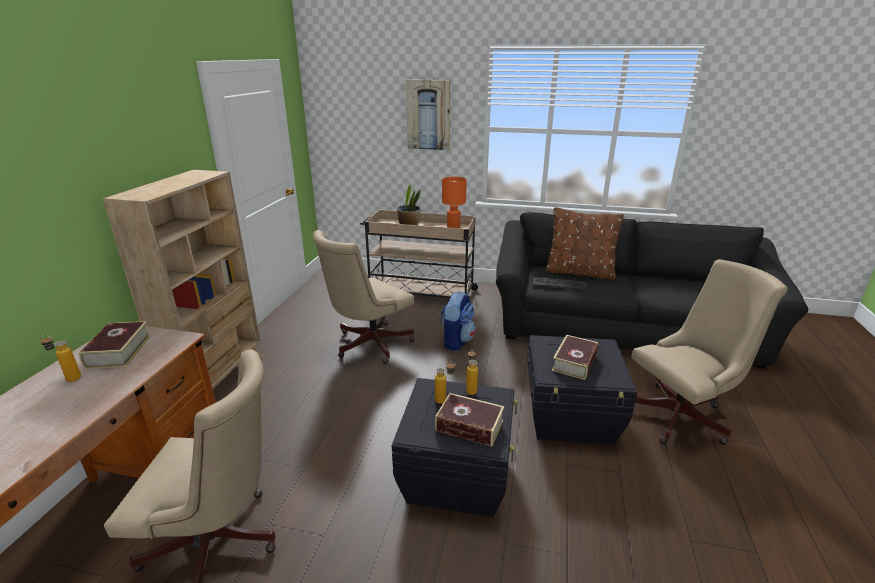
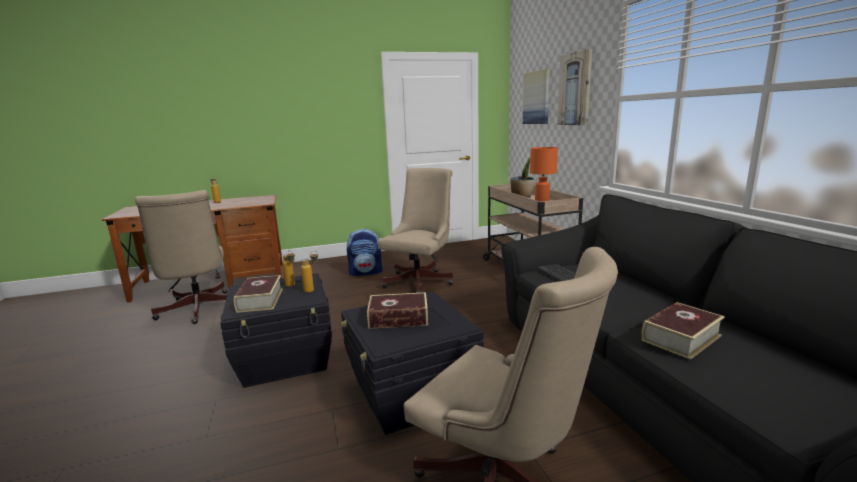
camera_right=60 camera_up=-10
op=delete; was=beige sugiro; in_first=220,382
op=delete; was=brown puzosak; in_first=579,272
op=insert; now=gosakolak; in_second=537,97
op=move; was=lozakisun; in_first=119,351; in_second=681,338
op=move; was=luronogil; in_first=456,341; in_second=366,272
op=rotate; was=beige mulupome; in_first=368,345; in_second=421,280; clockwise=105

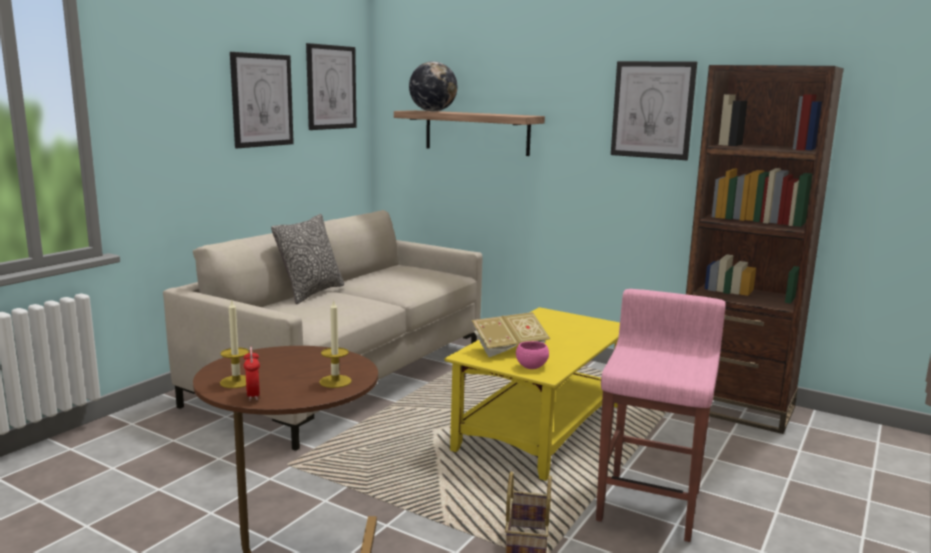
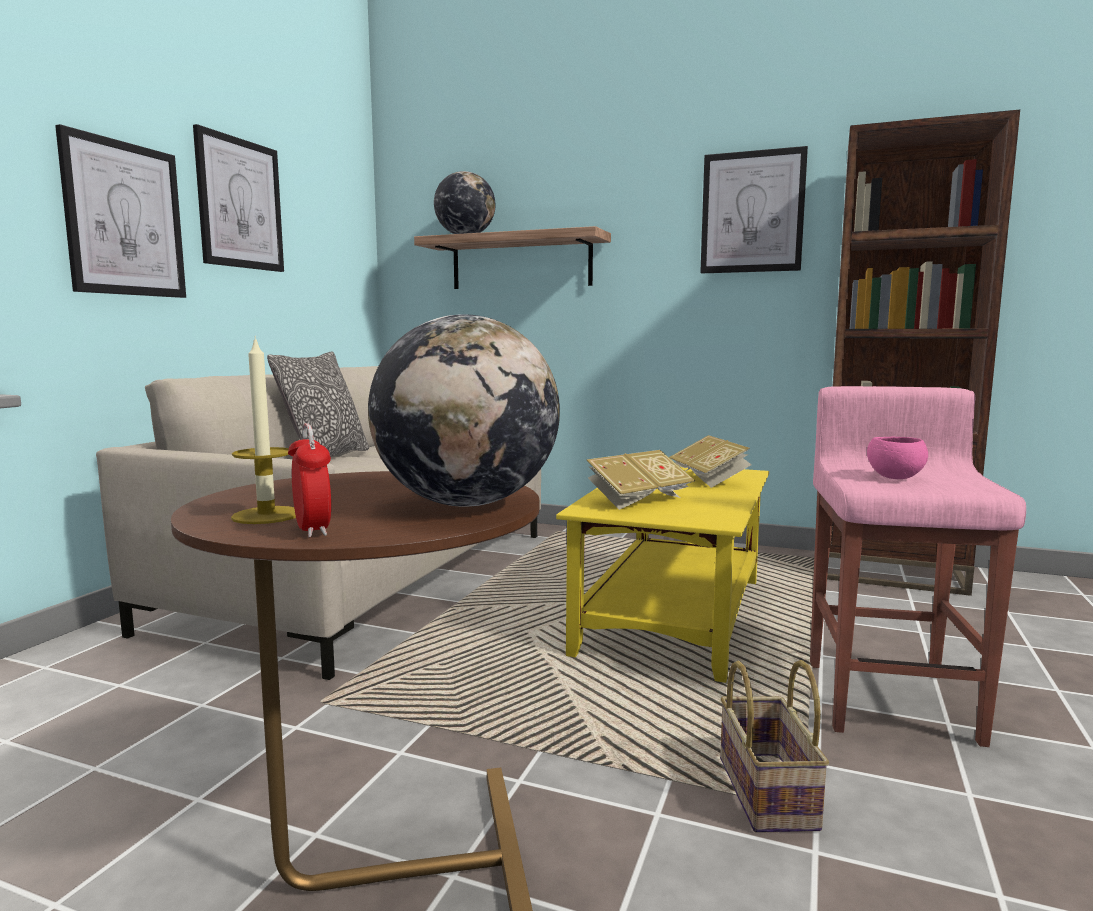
camera_right=-10 camera_up=-5
op=insert; now=lozakisun; in_second=709,479
op=move; was=gosakolak; in_first=331,87; in_second=124,219
op=move; was=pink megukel; in_first=531,367; in_second=895,477
op=replace; was=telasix; now=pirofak; in_first=335,381; in_second=467,504

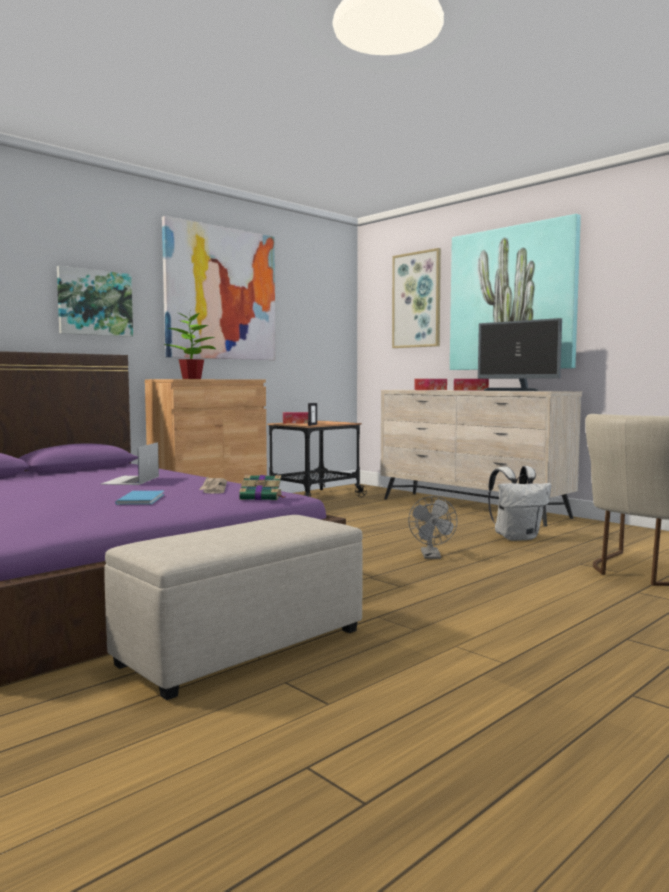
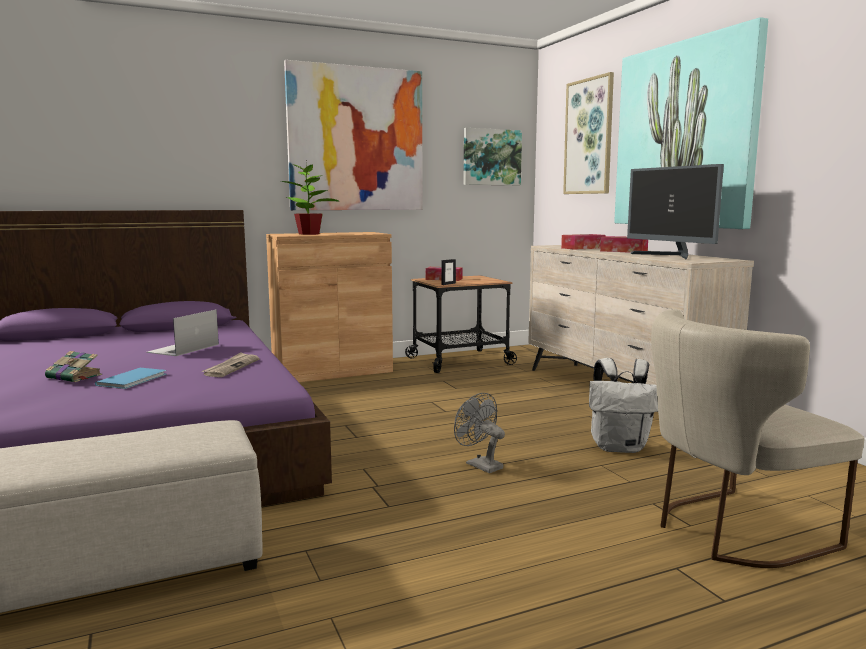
camera_right=20 camera_up=5
op=move; was=gosakolak; in_first=94,303; in_second=491,157
op=move; was=lozakisun; in_first=262,497; in_second=75,376
op=rotate; was=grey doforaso; in_first=432,556; in_second=479,465; clockwise=120

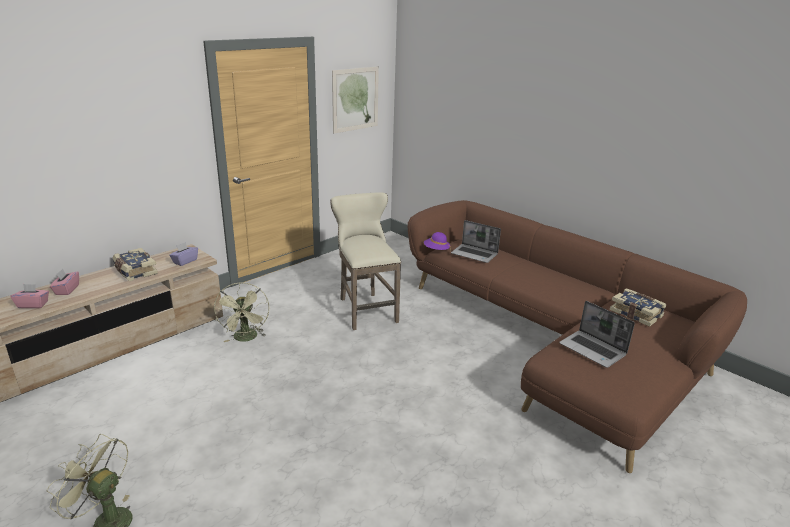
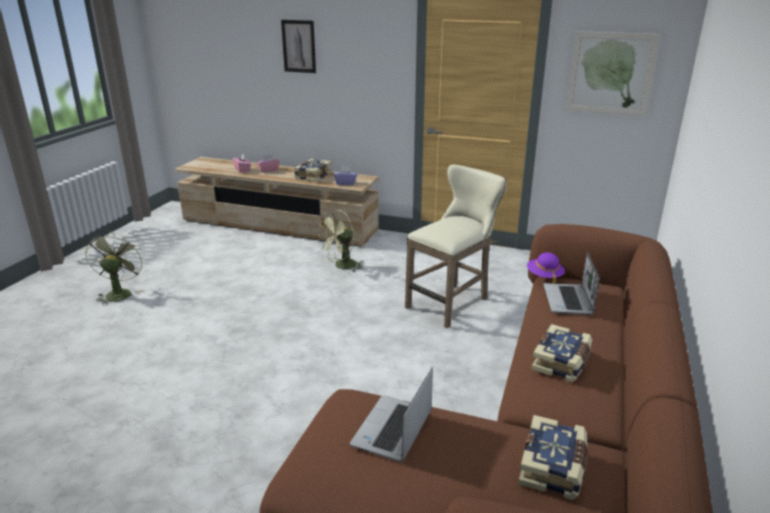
camera_right=65 camera_up=0
op=insert; now=gosakolak; in_second=299,46
op=insert; now=lozakisun; in_second=562,362

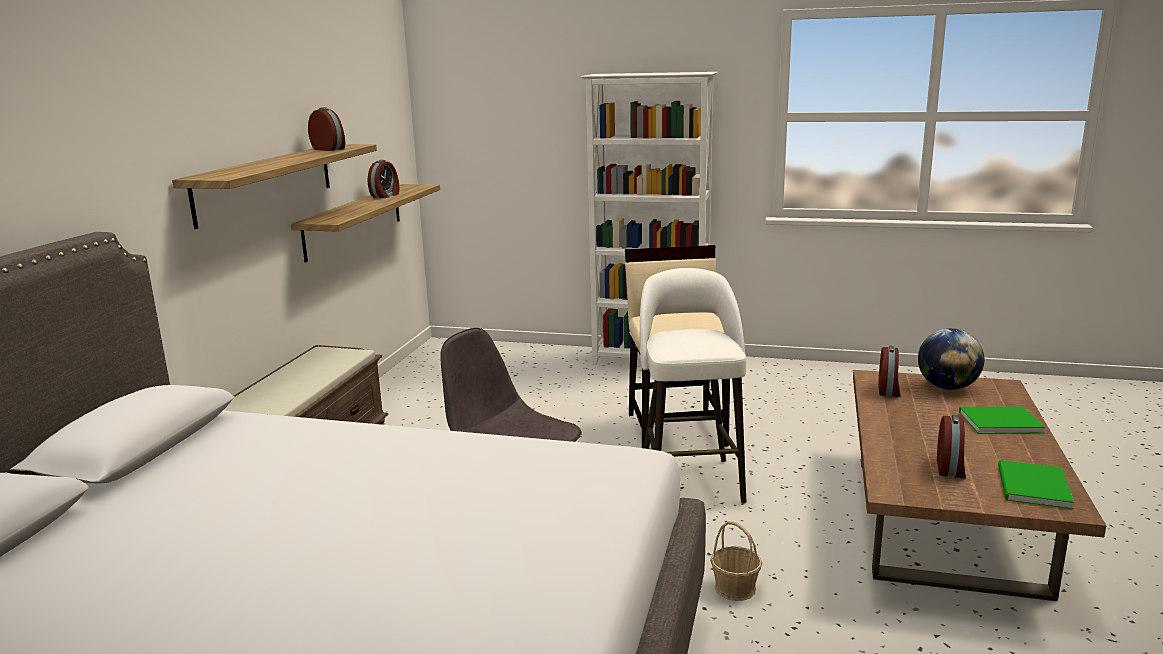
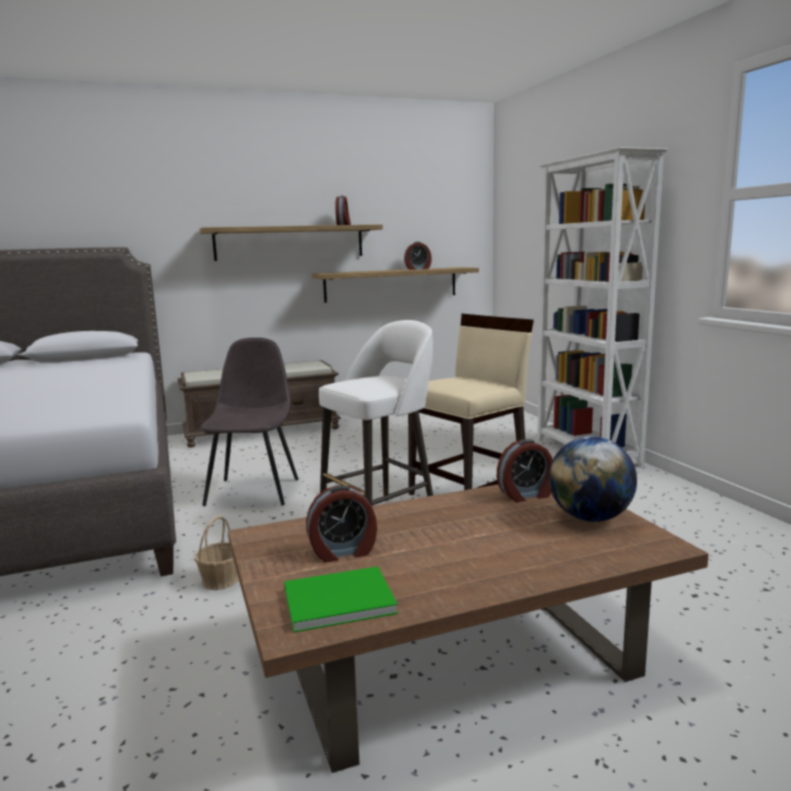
camera_right=55 camera_up=-5
op=delete; was=green lozakisun; in_first=997,421

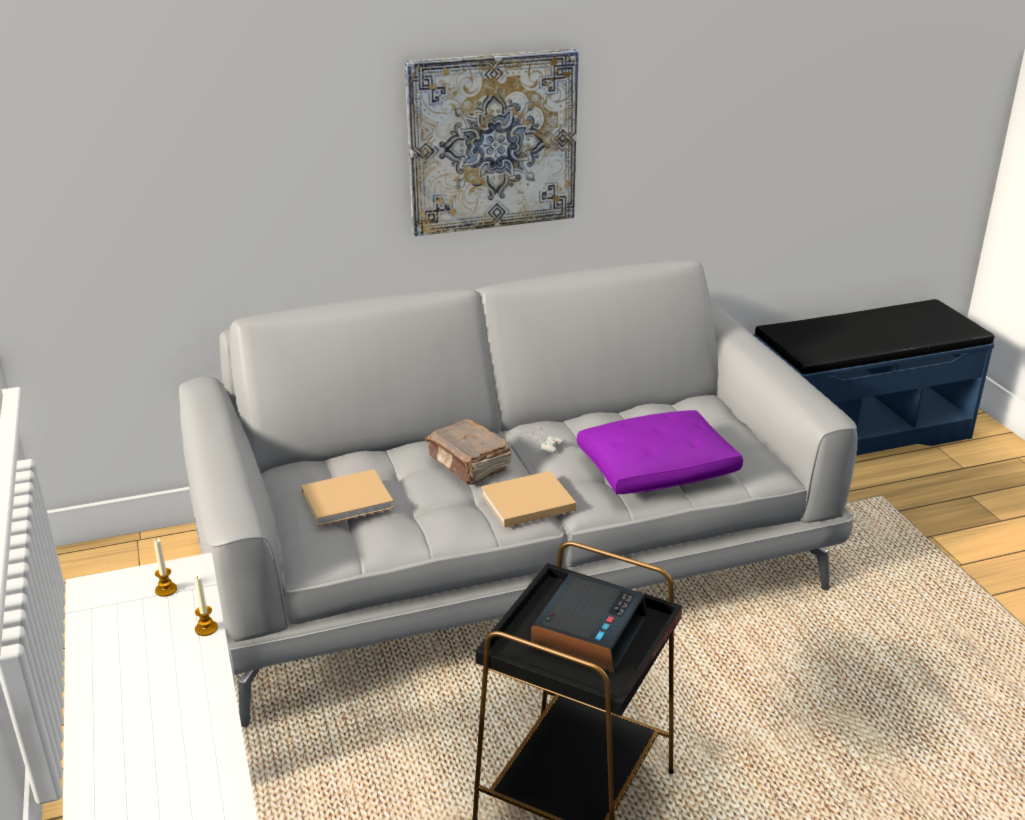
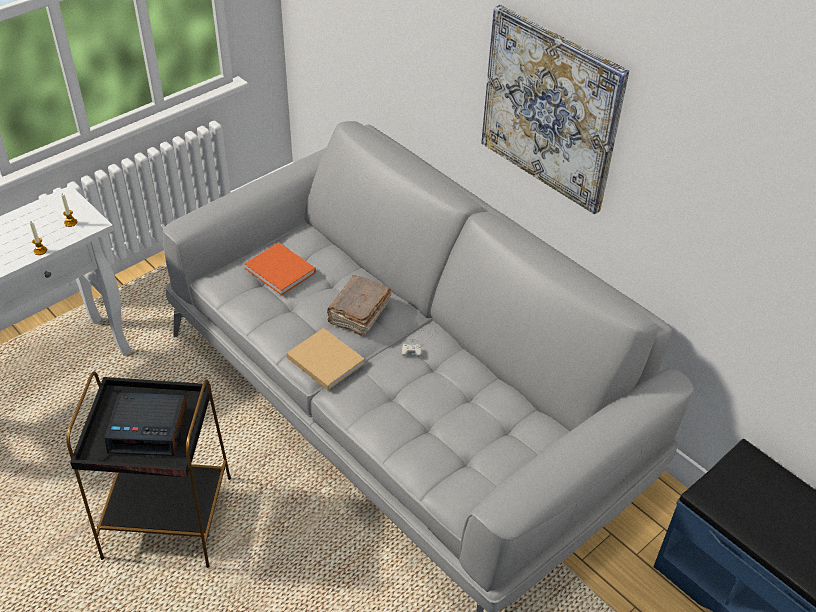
camera_right=65 camera_up=15
op=delete; was=purple puzosak; in_first=658,469
op=recolor; was=beige lozakisun; now=orange lozakisun; in_first=350,500; in_second=281,271

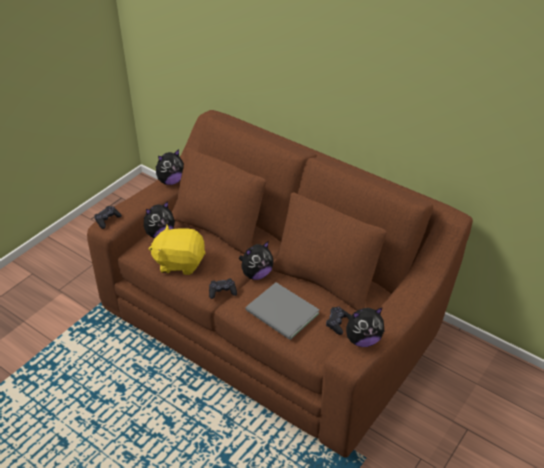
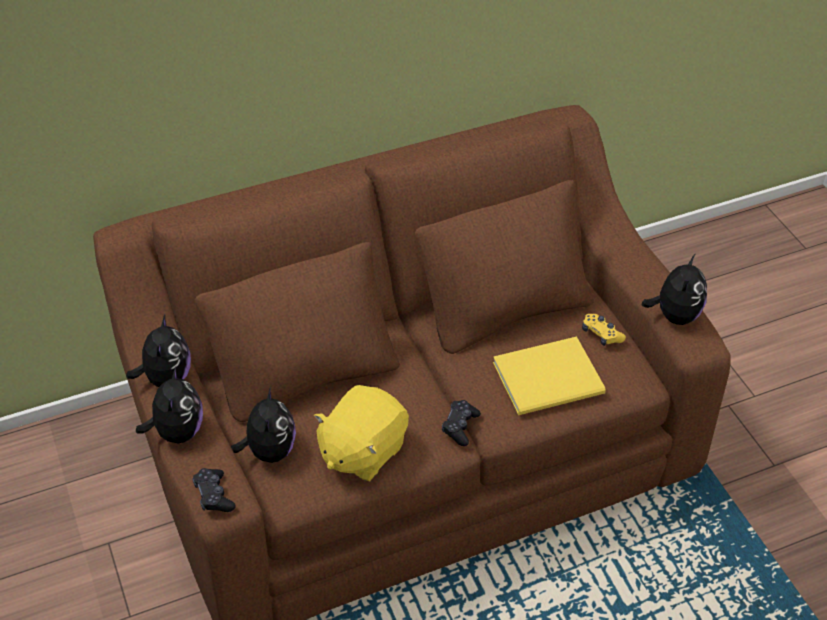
camera_right=-60 camera_up=5
op=move; was=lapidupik; in_first=256,274; in_second=177,431
op=recolor; was=grey lozakisun; now=yellow lozakisun; in_first=282,314; in_second=551,379
op=recolor; was=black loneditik; now=yellow loneditik; in_first=336,323; in_second=601,334

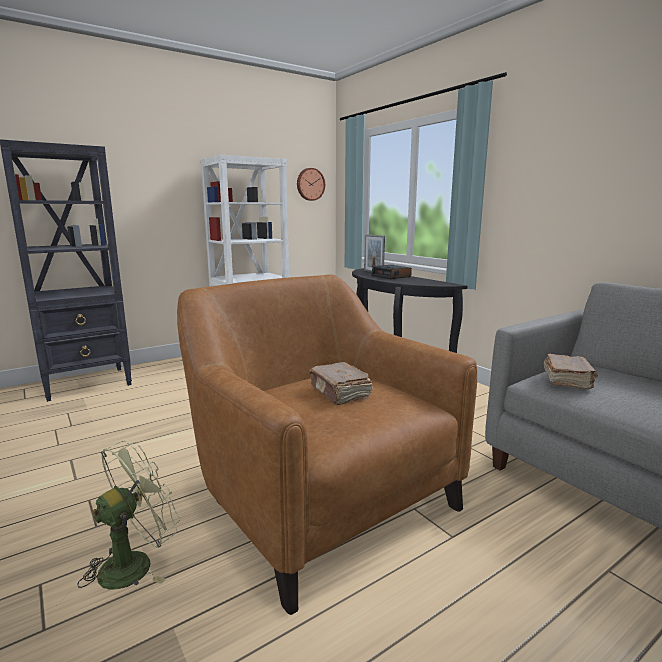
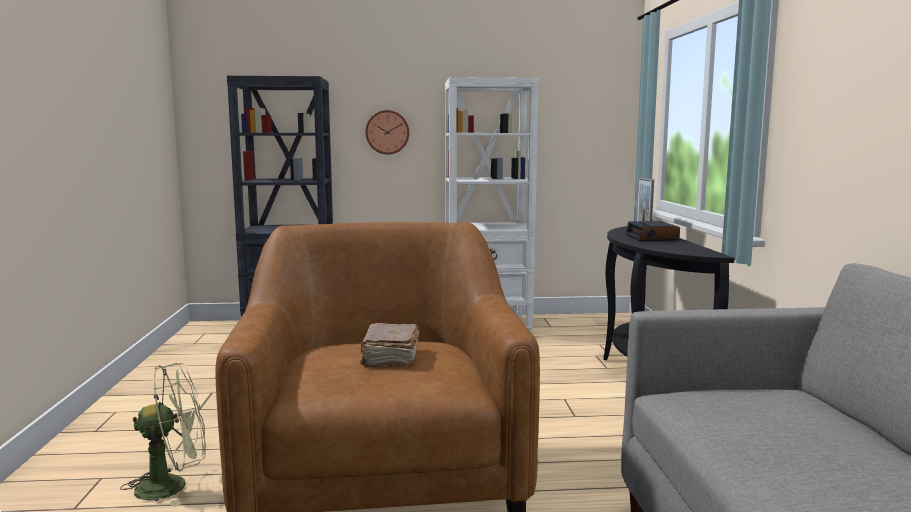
camera_right=30 camera_up=-5
op=delete; was=brown lozakisun; in_first=567,381
op=move; was=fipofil; in_first=310,184; in_second=387,132

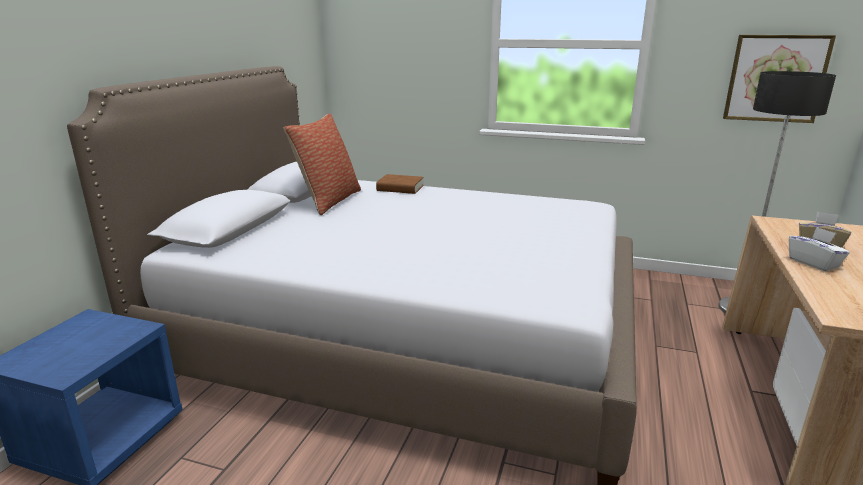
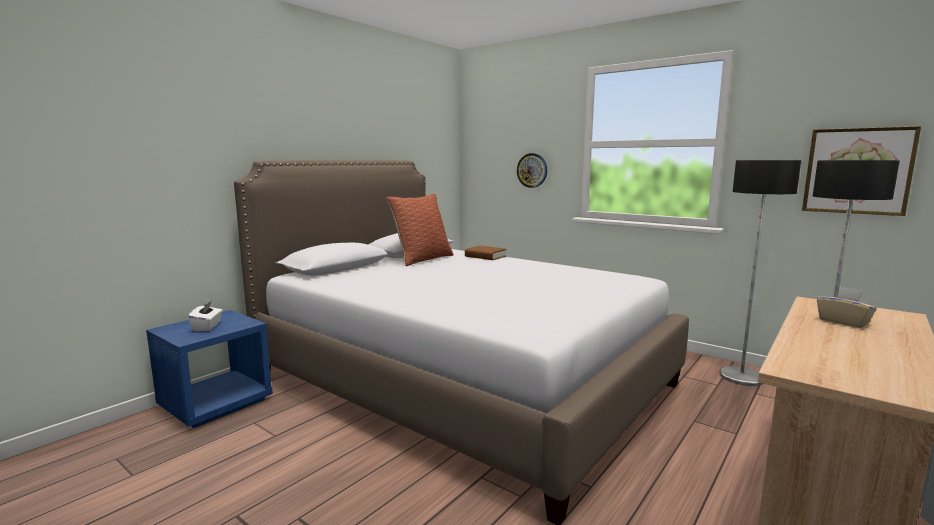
camera_right=20 camera_up=-10
op=insert; now=fipofil; in_second=532,170
op=insert; now=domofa; in_second=741,377
op=move; was=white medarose; in_first=813,263; in_second=207,327

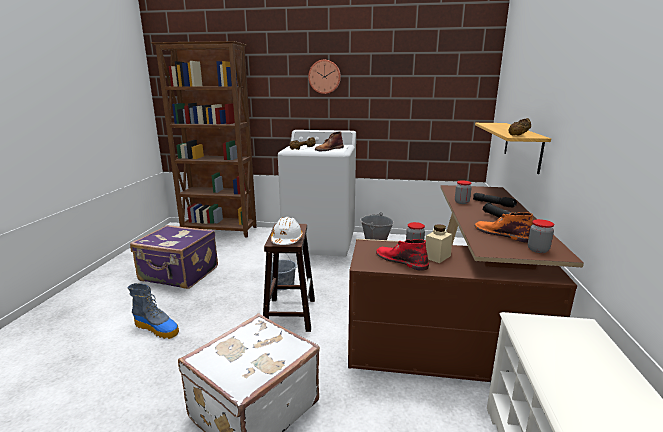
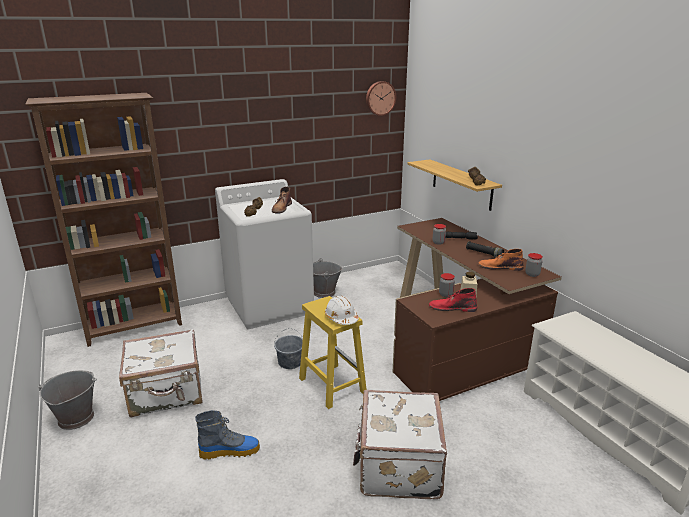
camera_right=-35 camera_up=5
op=insert; now=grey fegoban; in_second=75,418
op=move; was=fipofil; in_first=324,77; in_second=380,98
op=recolor; was=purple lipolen; now=white lipolen; in_first=179,275; in_second=167,393
op=recolor; was=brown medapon; now=yellow medapon; in_first=290,313; in_second=331,385

